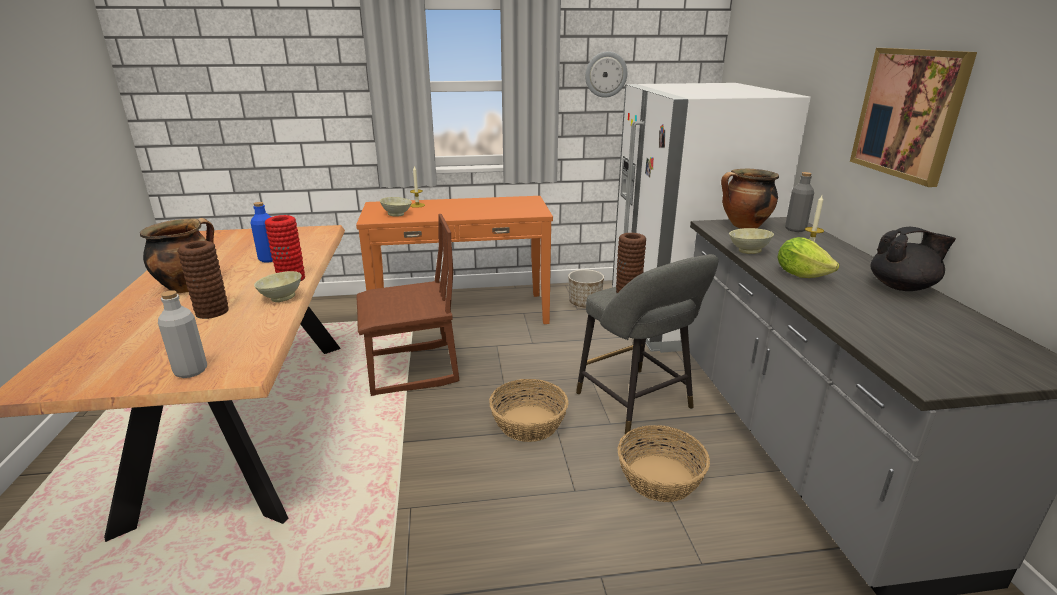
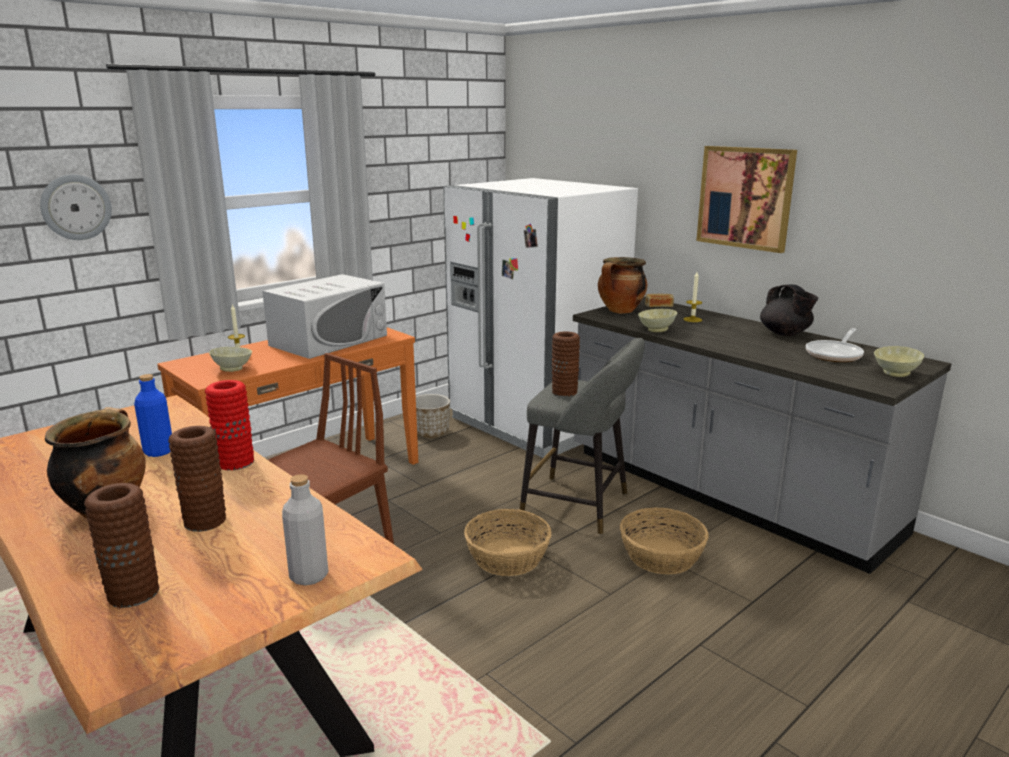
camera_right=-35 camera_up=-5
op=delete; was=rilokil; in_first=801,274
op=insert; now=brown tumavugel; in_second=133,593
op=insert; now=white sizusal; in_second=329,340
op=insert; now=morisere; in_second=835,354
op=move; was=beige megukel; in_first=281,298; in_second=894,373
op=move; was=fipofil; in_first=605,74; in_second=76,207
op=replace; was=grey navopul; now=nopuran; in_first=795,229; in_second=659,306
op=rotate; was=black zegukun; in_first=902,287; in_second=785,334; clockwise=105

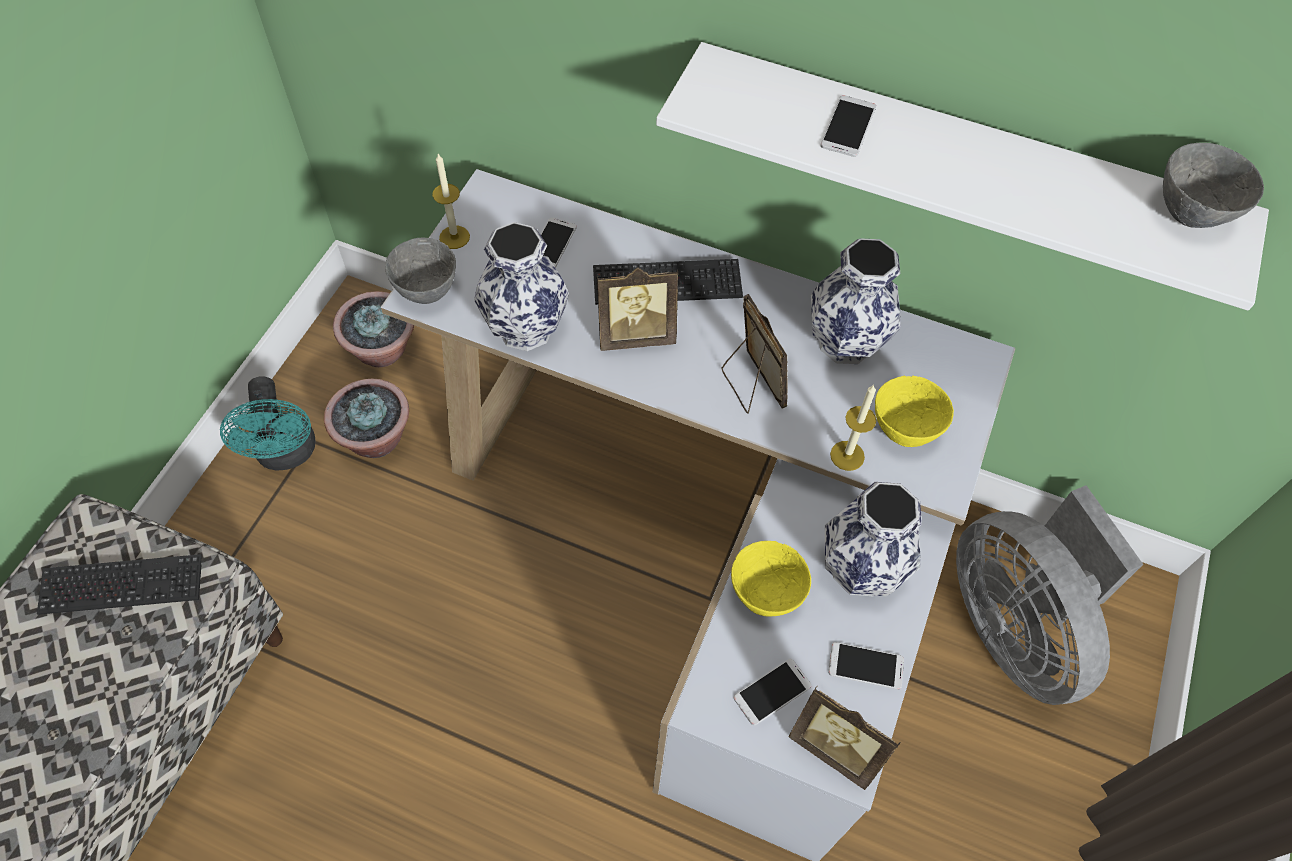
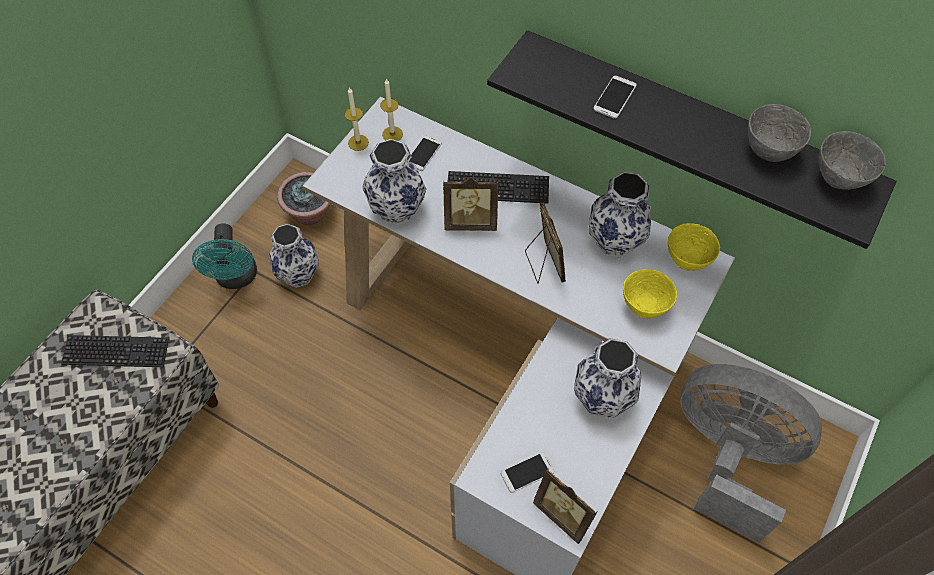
camera_right=10 camera_up=0
op=delete; was=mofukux; in_first=865,666
op=move; was=grey megukel; in_first=425,292; in_second=767,151
op=move; was=yellow megukel; in_first=765,595; in_second=687,261
op=move; was=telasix; in_first=847,455; in_second=392,134
op=replace; was=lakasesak; now=tumavugel; in_first=375,439; in_second=297,274
op=recolor; was=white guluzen; now=black guluzen; in_first=954,165; in_second=691,128
op=rotate; was=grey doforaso; in_first=1014,626; in_second=728,457; clockwise=135

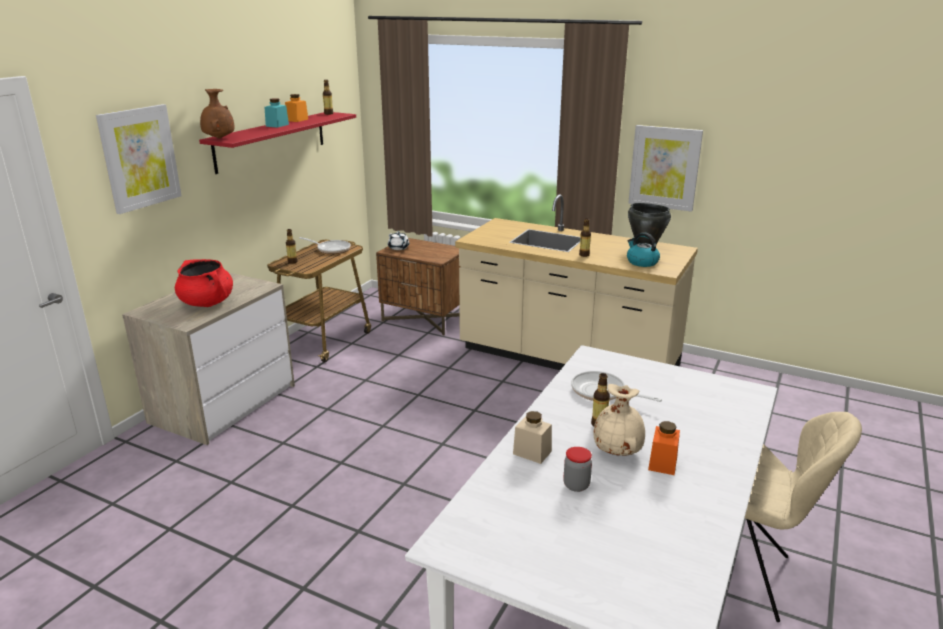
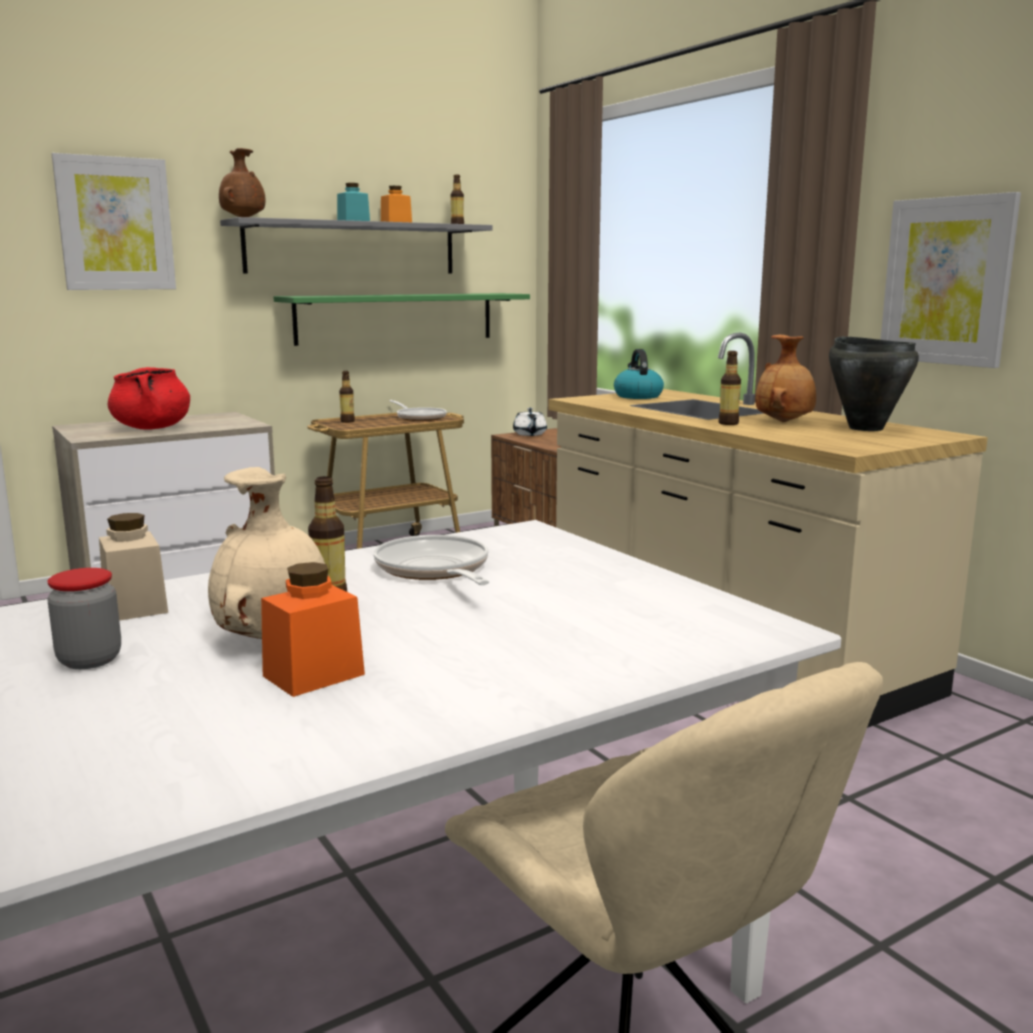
camera_right=30 camera_up=-10
op=insert; now=green guluzen; in_second=396,318
op=insert; now=brown tumavugel; in_second=785,422
op=move; was=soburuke; in_first=641,262; in_second=637,396
op=recolor; was=red guluzen; now=grey guluzen; in_first=271,141; in_second=352,248

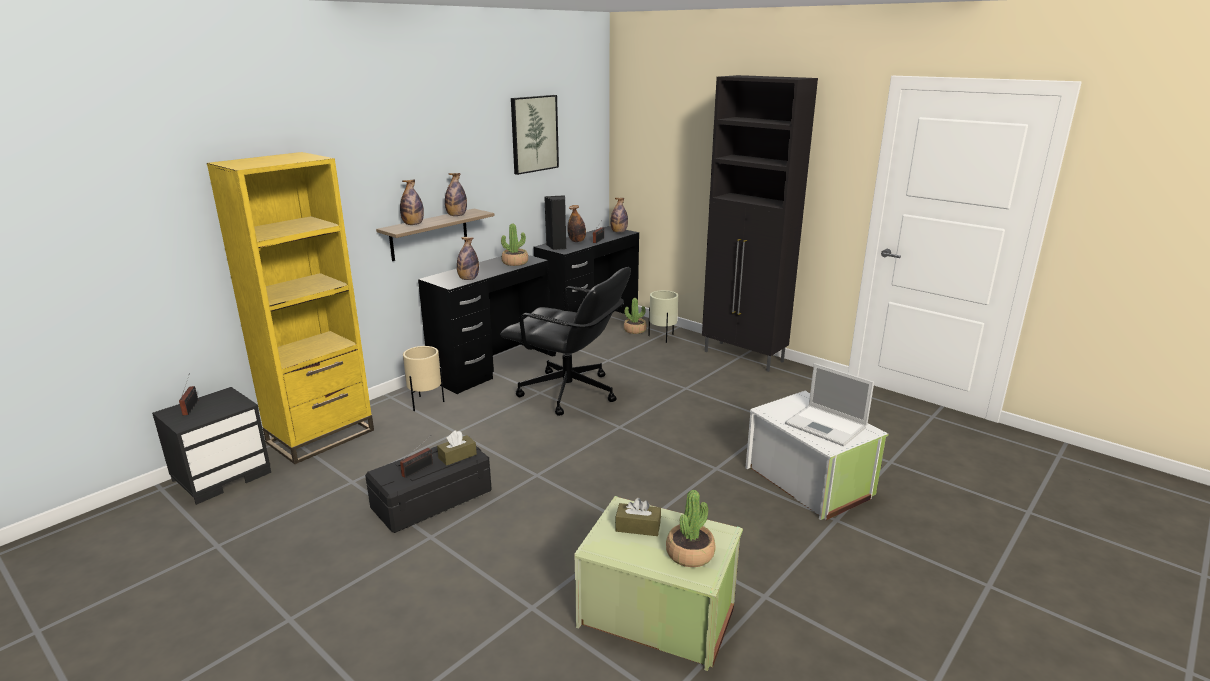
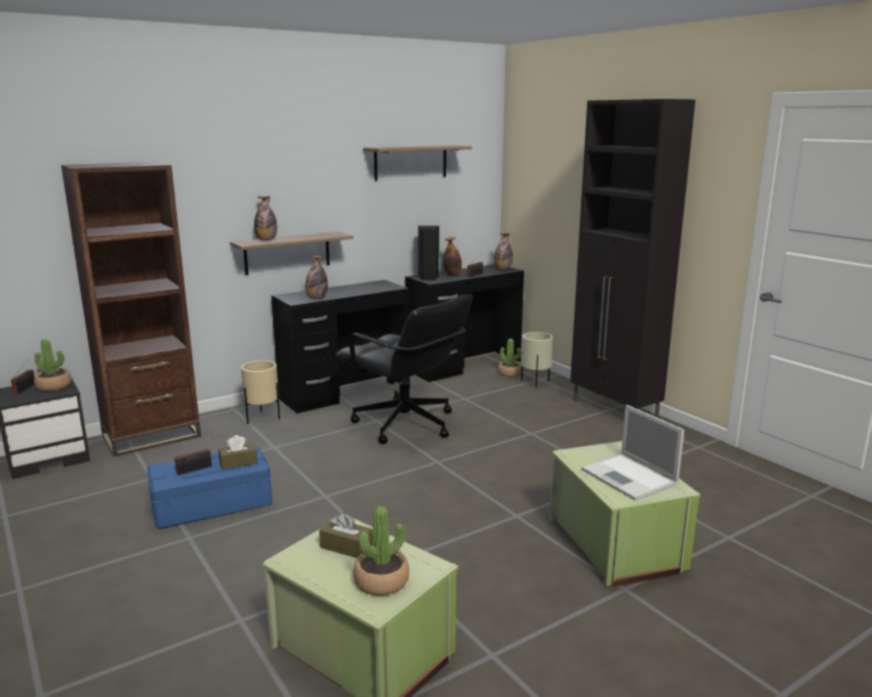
camera_right=15 camera_up=-5
op=delete; was=navopul; in_first=456,215
op=move; was=lakasesak; in_first=515,262; in_second=54,386
op=replace; was=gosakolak; now=guluzen; in_first=534,134; in_second=411,162
op=recolor; was=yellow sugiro; now=brown sugiro; in_first=321,436; in_second=151,436
op=recolor; was=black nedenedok; now=blue nedenedok; in_first=432,499; in_second=212,504
op=recolor; was=white nedenedok; now=green nedenedok; in_first=808,482; in_second=614,544

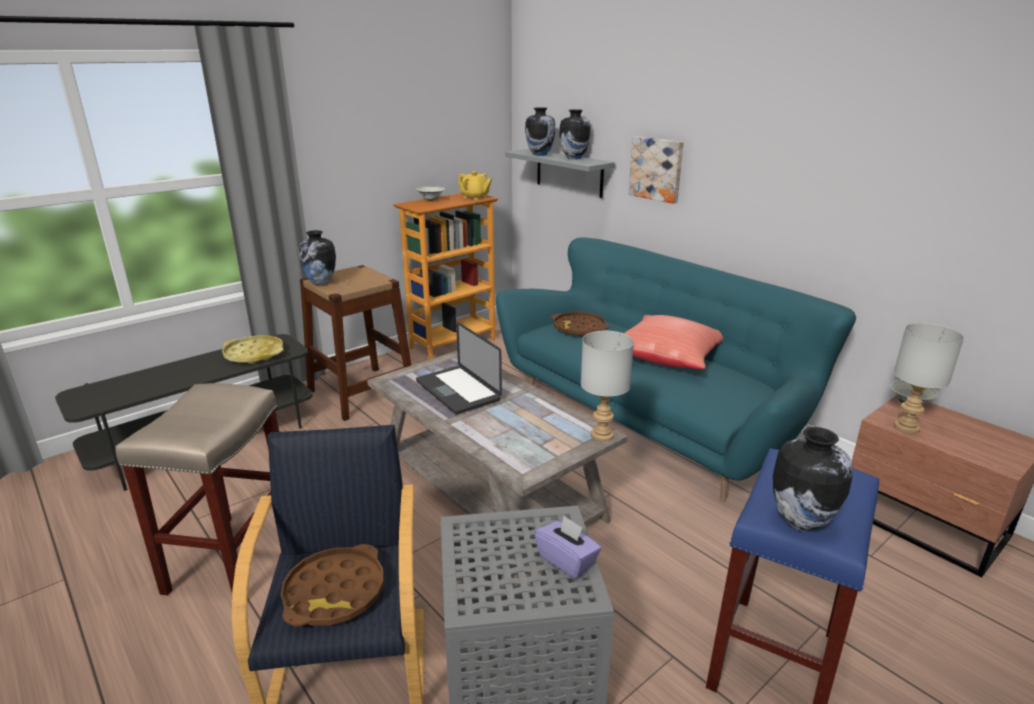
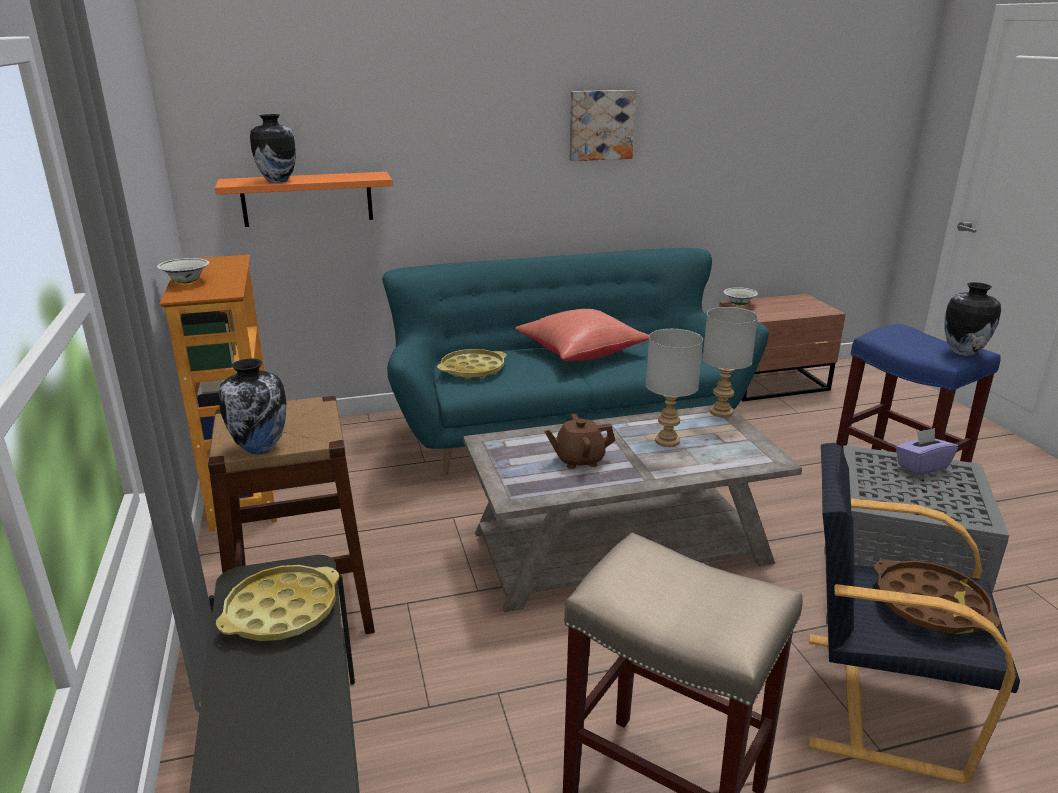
camera_right=-65 camera_up=0
op=delete; was=yellow zegukun; in_first=475,197
op=delete; was=tumavugel; in_first=574,158
op=move; was=gosakolak; in_first=657,169; in_second=600,125
op=move; was=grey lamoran; in_first=907,427; in_second=667,441
op=replace; was=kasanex; now=brown zegukun; in_first=457,391; in_second=579,460
op=recolor; was=grey guluzen; now=orange guluzen; in_first=569,173; in_second=307,199
op=recolor; was=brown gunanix; now=yellow gunanix; in_first=579,328; in_second=472,369

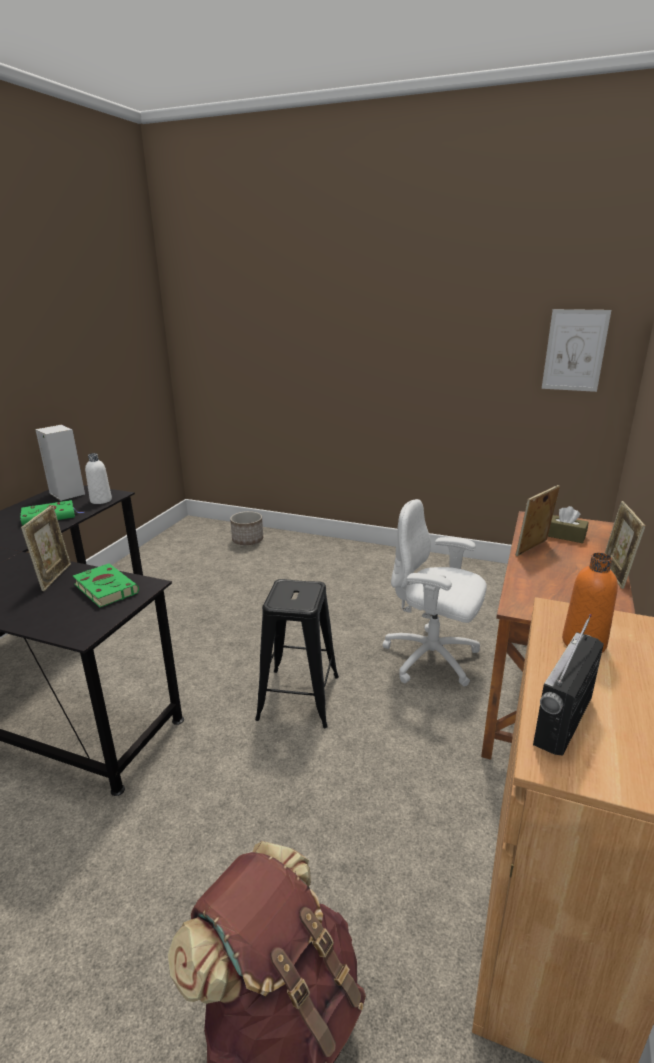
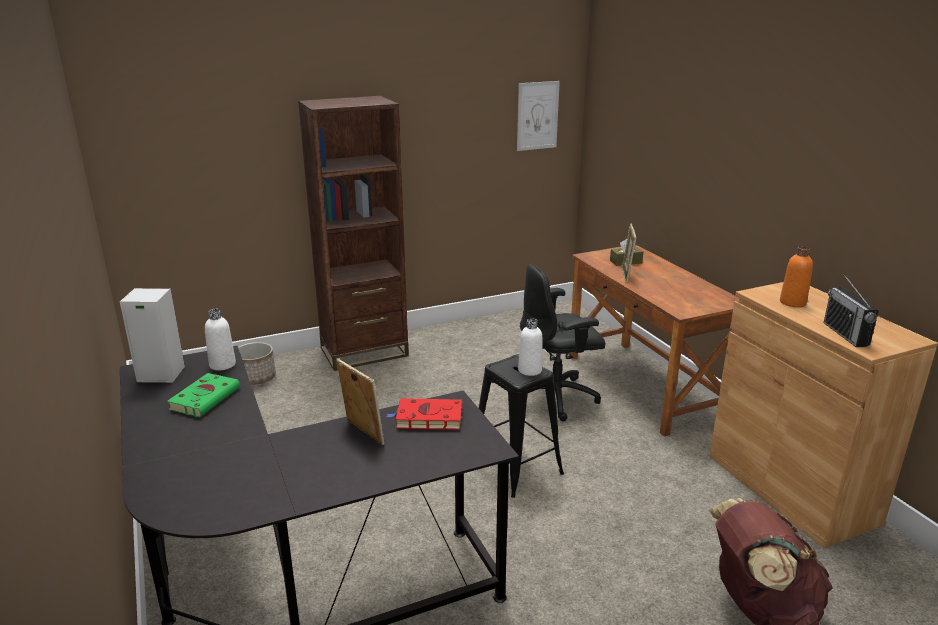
camera_right=-45 camera_up=0
op=delete; was=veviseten; in_first=615,574
op=insert; now=brown sugiro; in_second=364,352
op=insert; now=white navopul; in_second=530,370
op=recolor; was=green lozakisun; now=red lozakisun; in_first=104,588; in_second=427,418
op=recolor; was=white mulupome; now=black mulupome; in_first=432,659; in_second=557,397

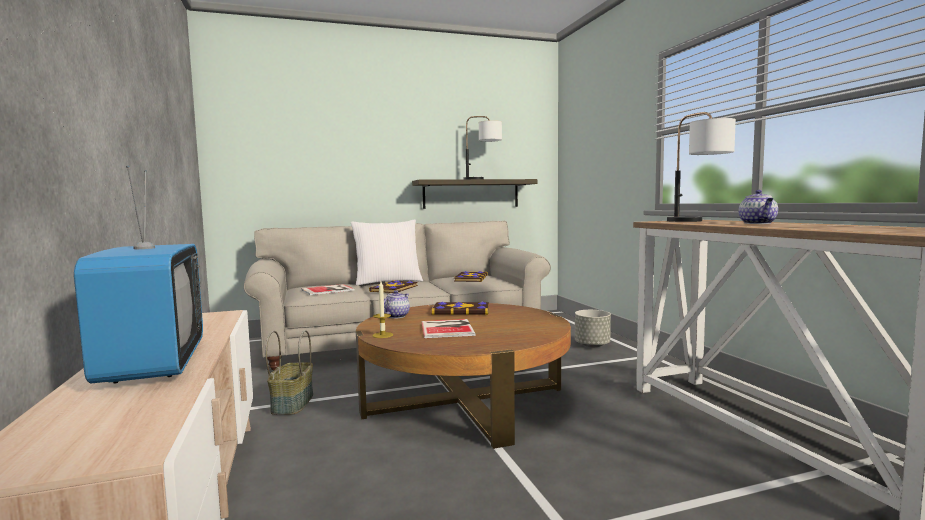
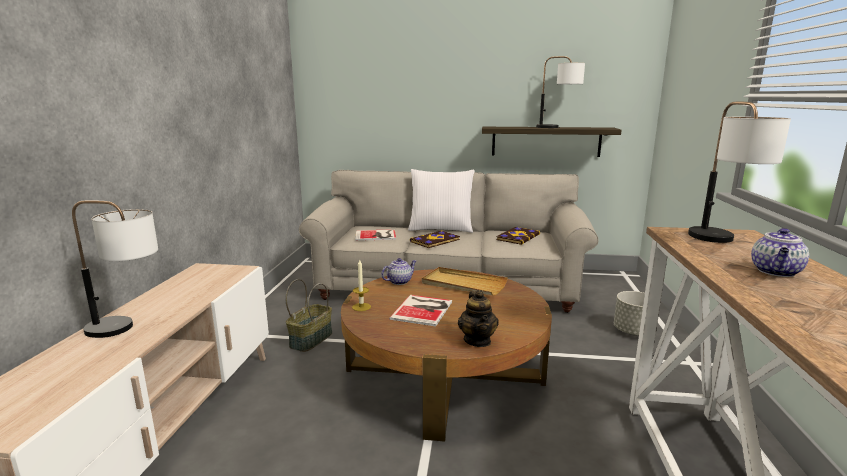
camera_right=25 camera_up=10
op=insert; now=zegukun; in_second=477,340
op=replace; was=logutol; now=lamoran; in_first=153,364; in_second=129,329
op=replace; was=lozakisun; now=beige gunanix; in_first=461,310; in_second=463,284

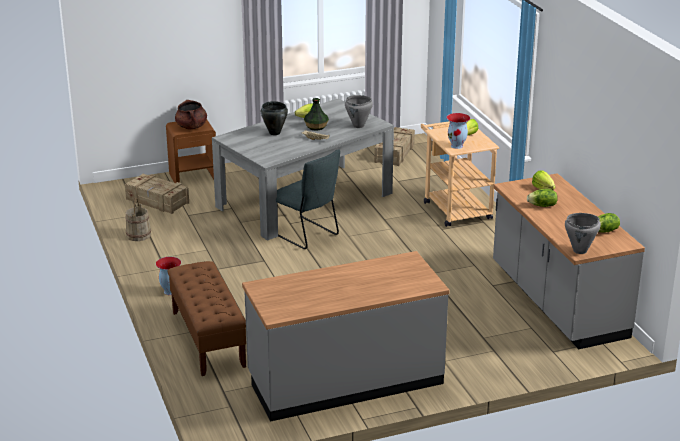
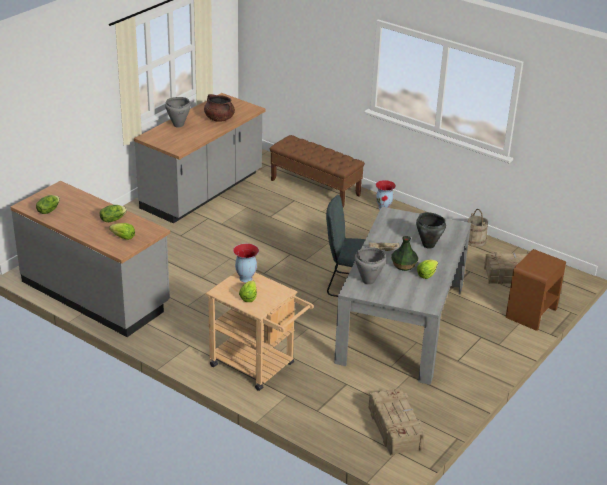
camera_right=145 camera_up=5
op=move; was=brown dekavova; in_first=191,127; in_second=219,119
op=move; was=grey dekavova; in_first=580,251; in_second=178,125

